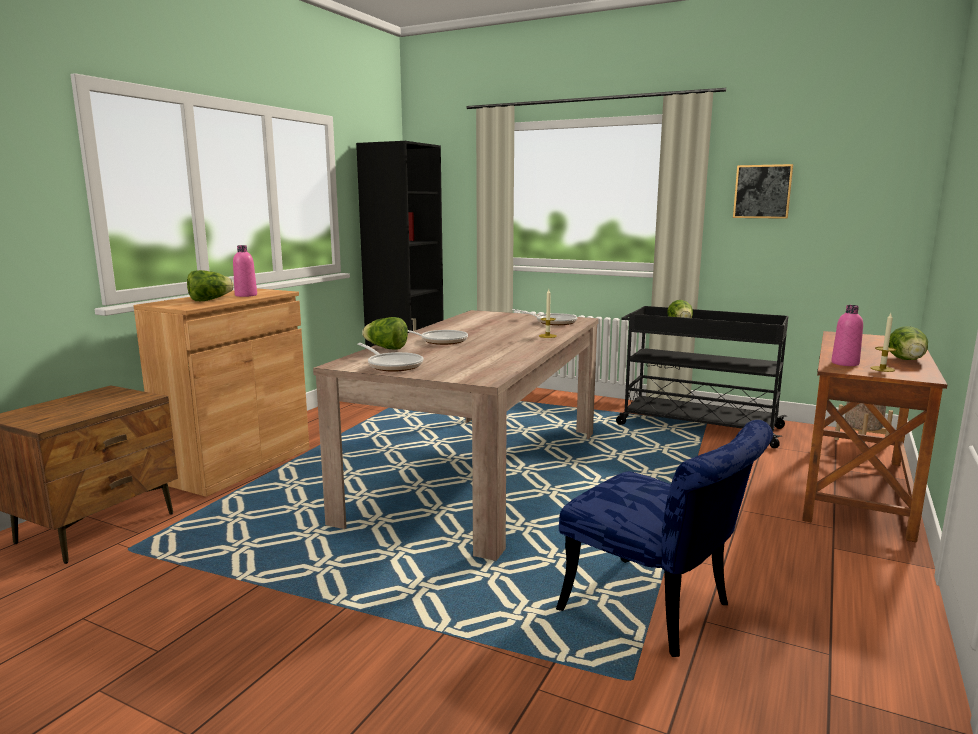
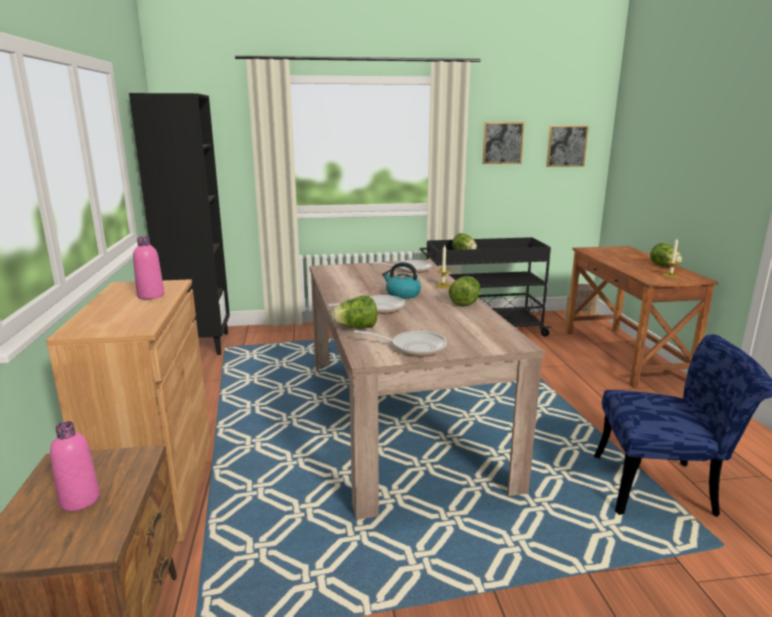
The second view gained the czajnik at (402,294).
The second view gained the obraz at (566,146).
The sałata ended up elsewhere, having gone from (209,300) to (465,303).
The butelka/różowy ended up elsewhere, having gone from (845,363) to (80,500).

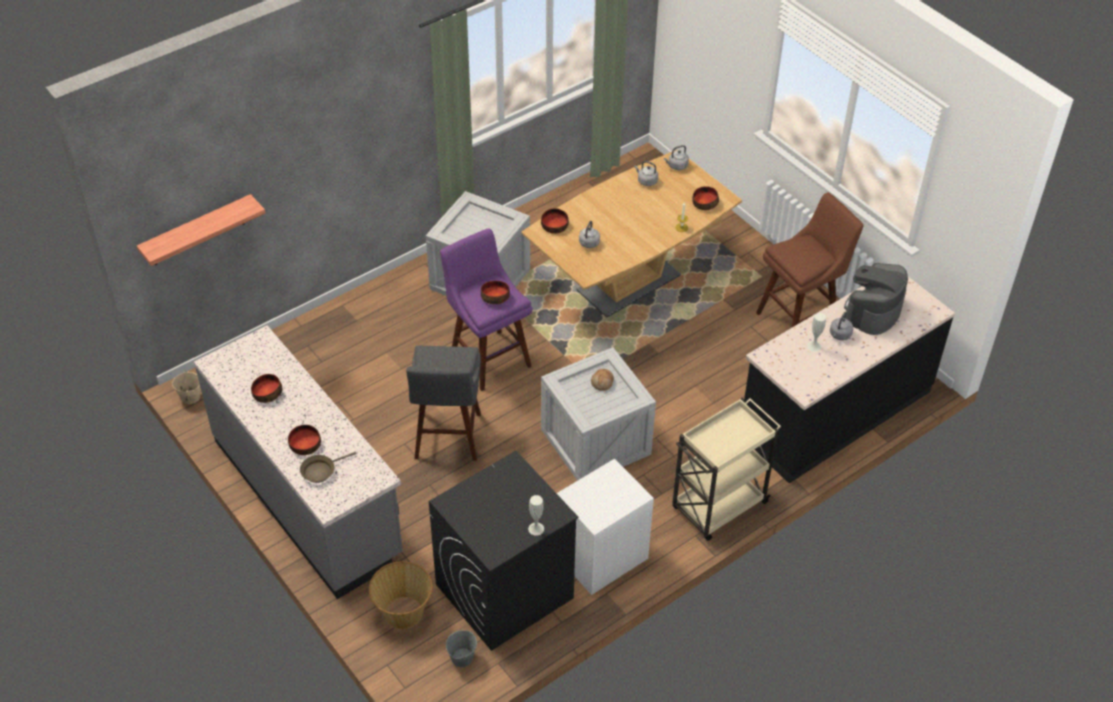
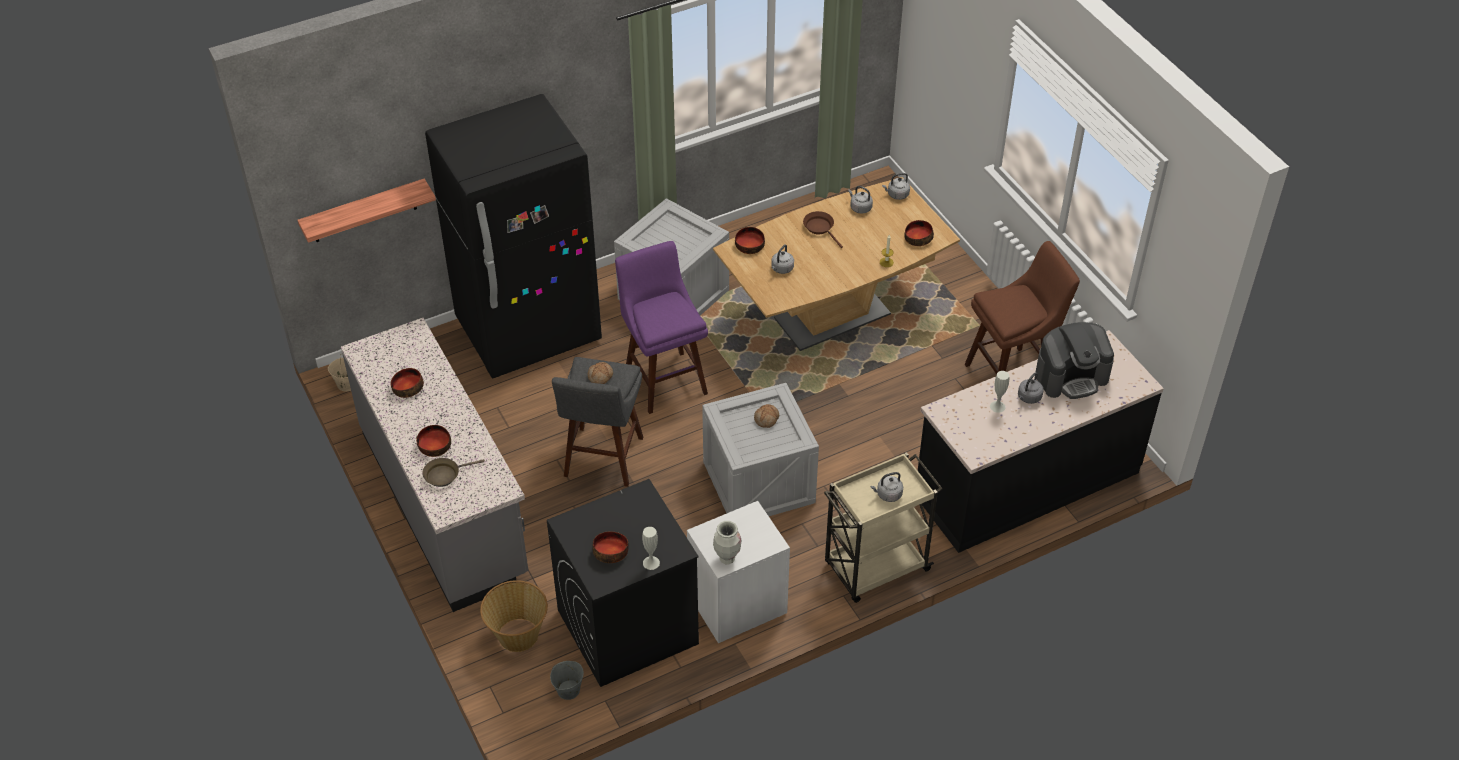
The second view gained the lodówka/czarny at (529,331).
The second view gained the chleb at (601,376).
The second view gained the wazon at (727,558).
The second view gained the patelnia/brązowy at (820,228).
The second view gained the czajnik/szary at (888,494).
The miska ended up elsewhere, having gone from (495,297) to (611,552).
The ekspres do kawy at (872,311) ended up facing another way, 150 degrees counterclockwise from before.

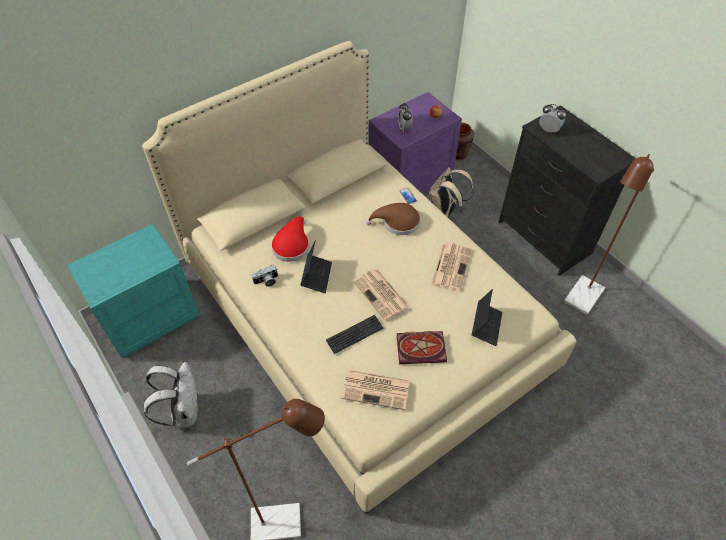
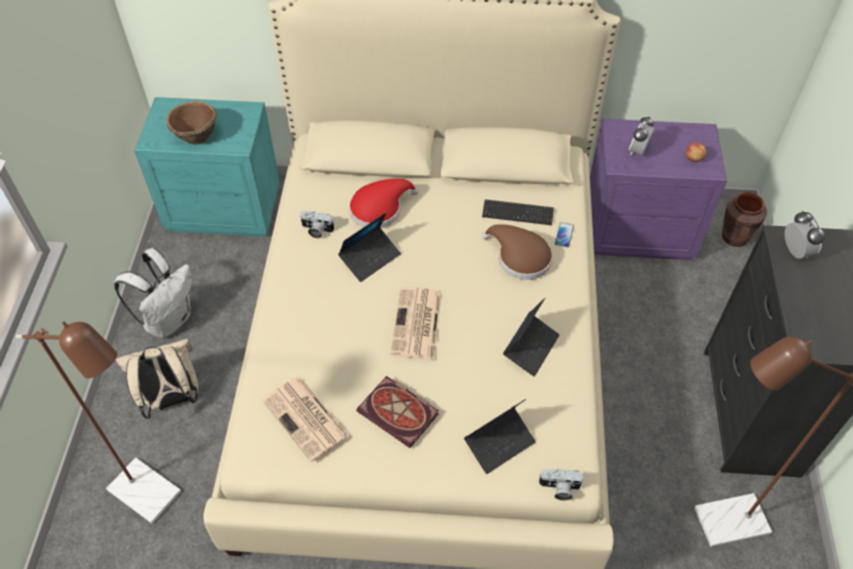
The second view gained the miska/brązowy at (196,137).
The second view gained the aparat fotograficzny at (559,489).
The klawiatura ended up elsewhere, having gone from (354,335) to (517,213).
The plecak/beżowy ended up elsewhere, having gone from (444,214) to (172,399).
Where the gazeta stood at (451,266), the laptop came to stand at (530,347).

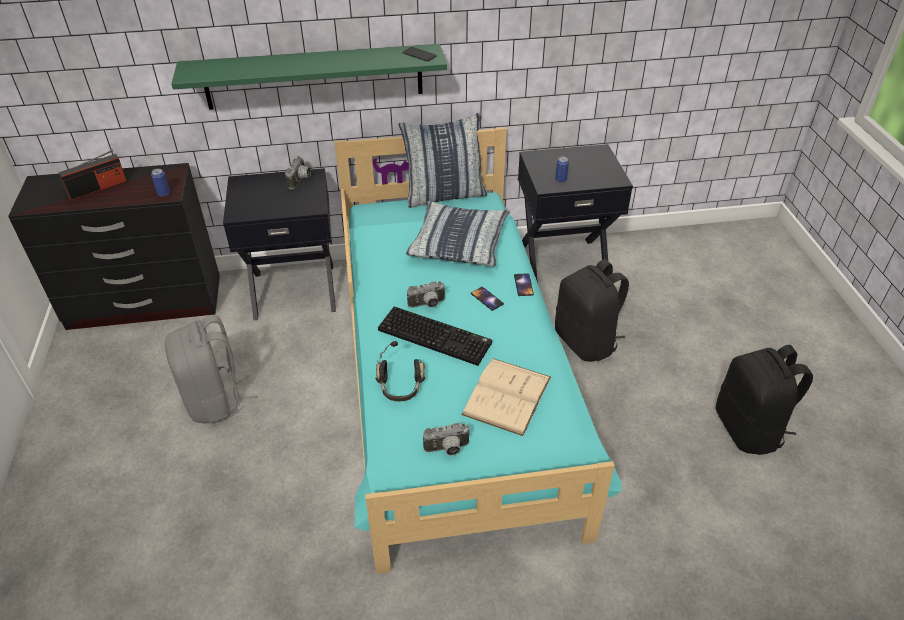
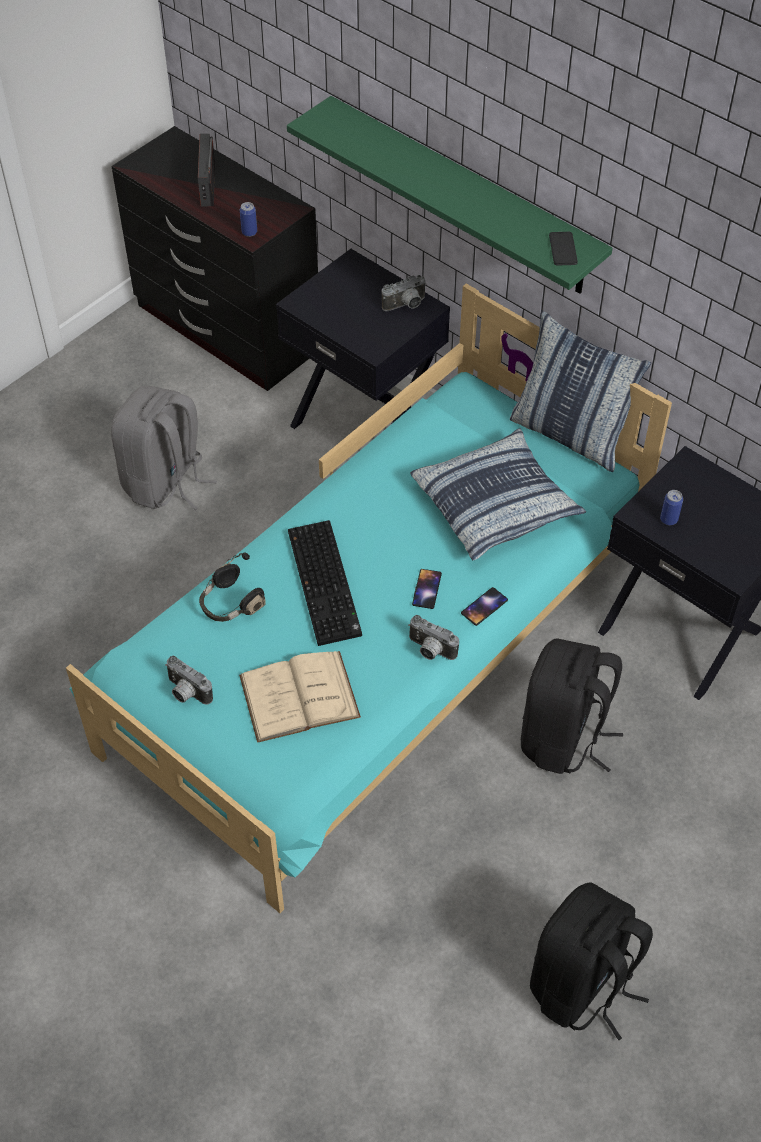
The aparat fotograficzny ended up elsewhere, having gone from (427,305) to (430,650).
The radio at (97,188) ended up facing another way, 75 degrees clockwise from before.

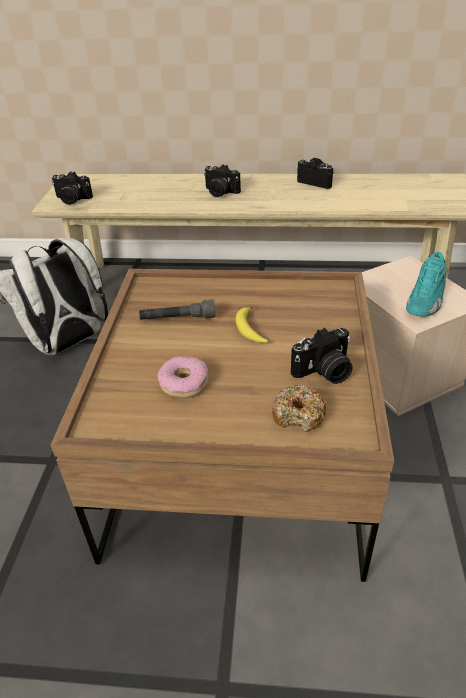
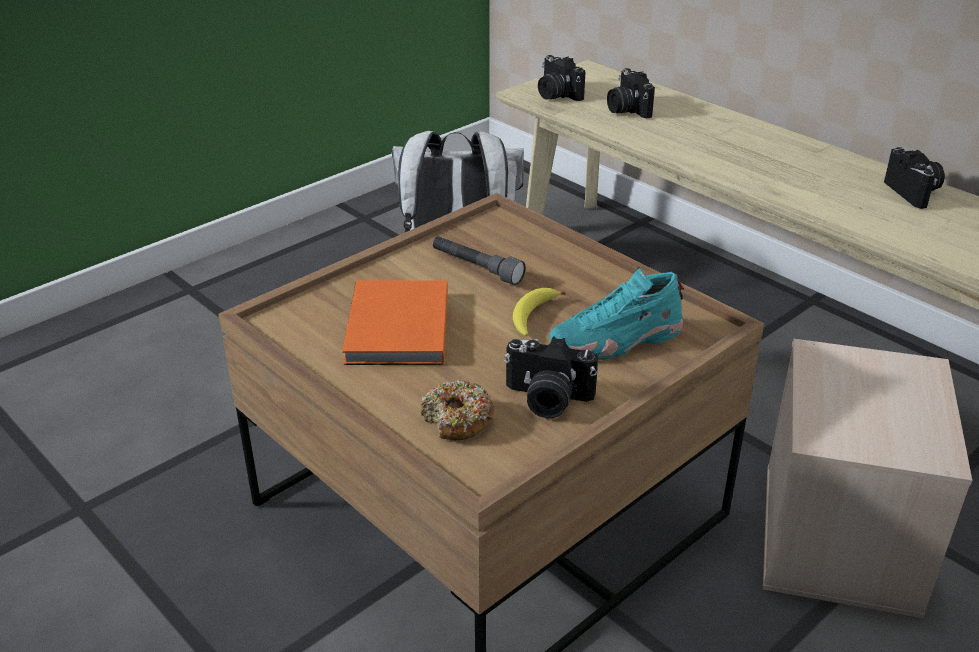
The aparat fotograficzny ended up elsewhere, having gone from (220,192) to (626,109).
The but/turkusowy ended up elsewhere, having gone from (426,299) to (617,340).
Where the donut stood at (184,383), the książka/pomarańczowy came to stand at (395,329).

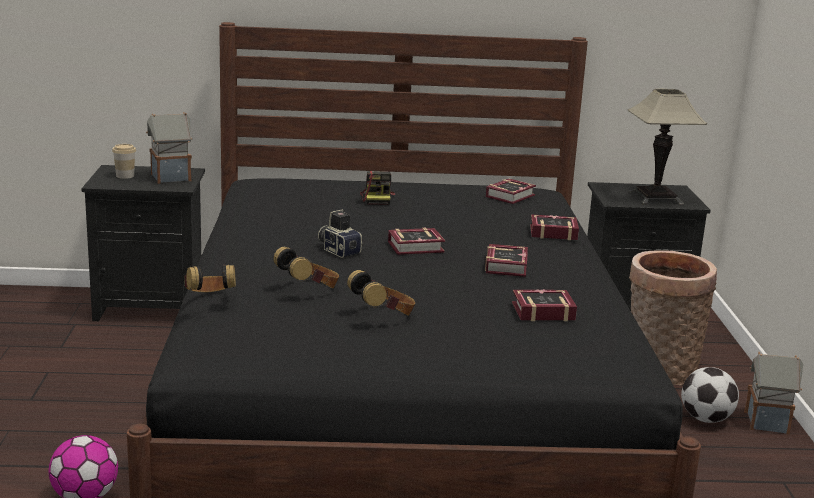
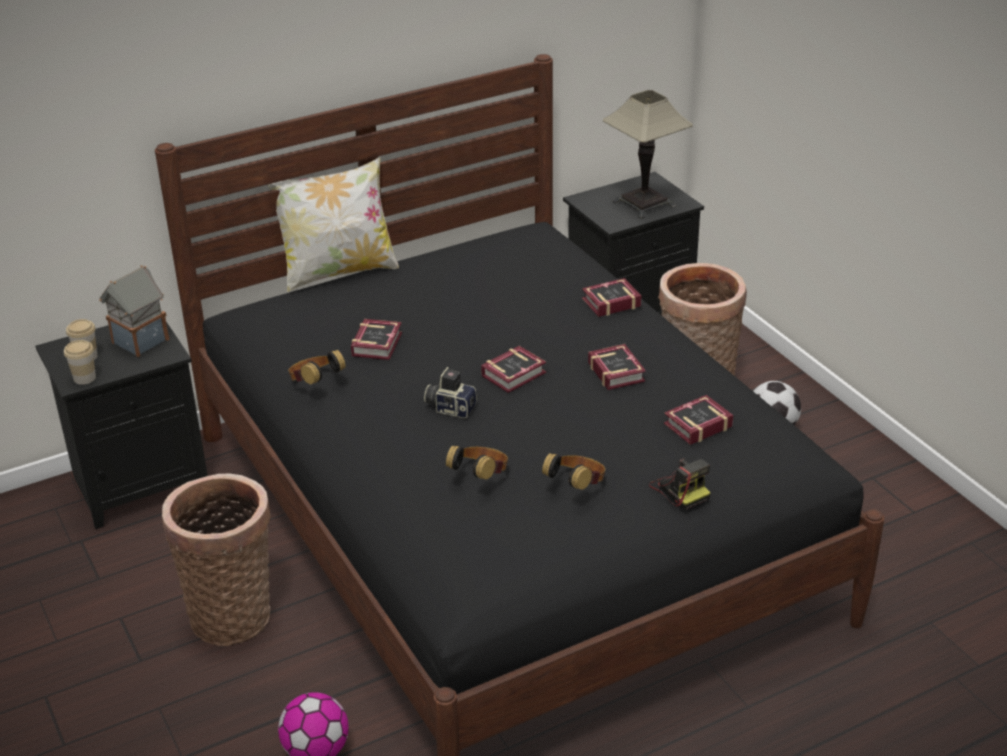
The second view lost the domek at (767,422).
The second view gained the filiżanka at (84,378).
The second view gained the koszyk at (233,613).
The second view gained the poduszka at (338,271).
The słuchawki ended up elsewhere, having gone from (210,301) to (316,384).
The aparat fotograficzny ended up elsewhere, having gone from (377,198) to (680,489).
The książka ended up elsewhere, having gone from (512,196) to (379,343).

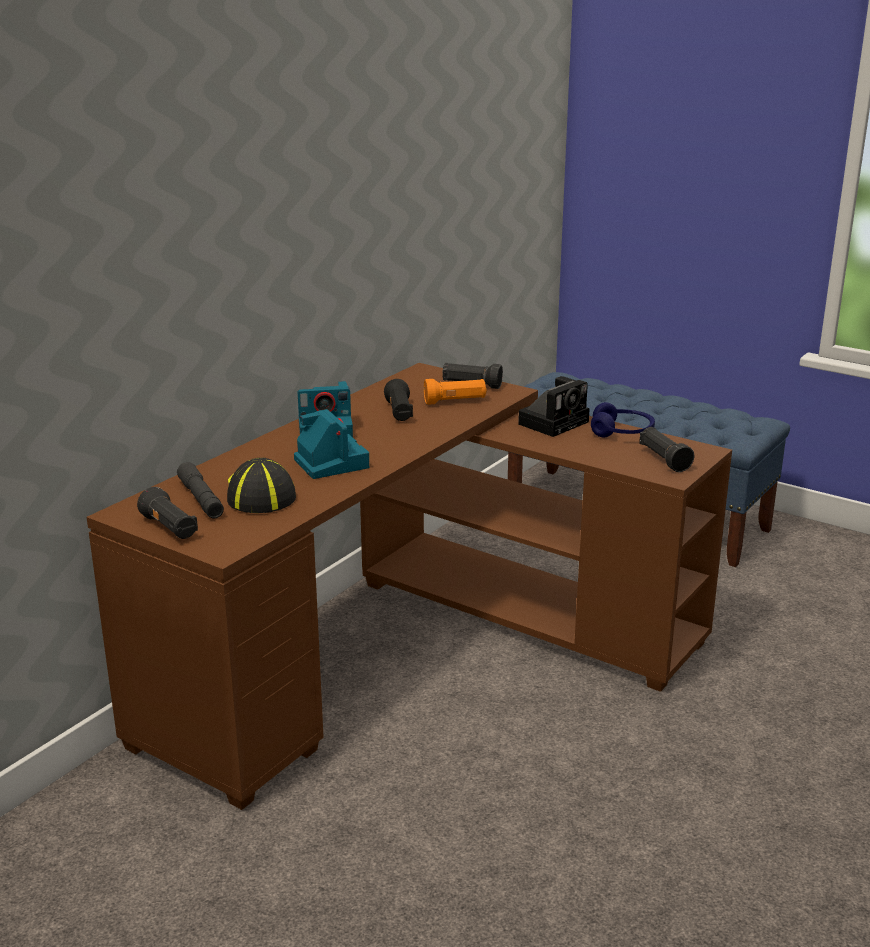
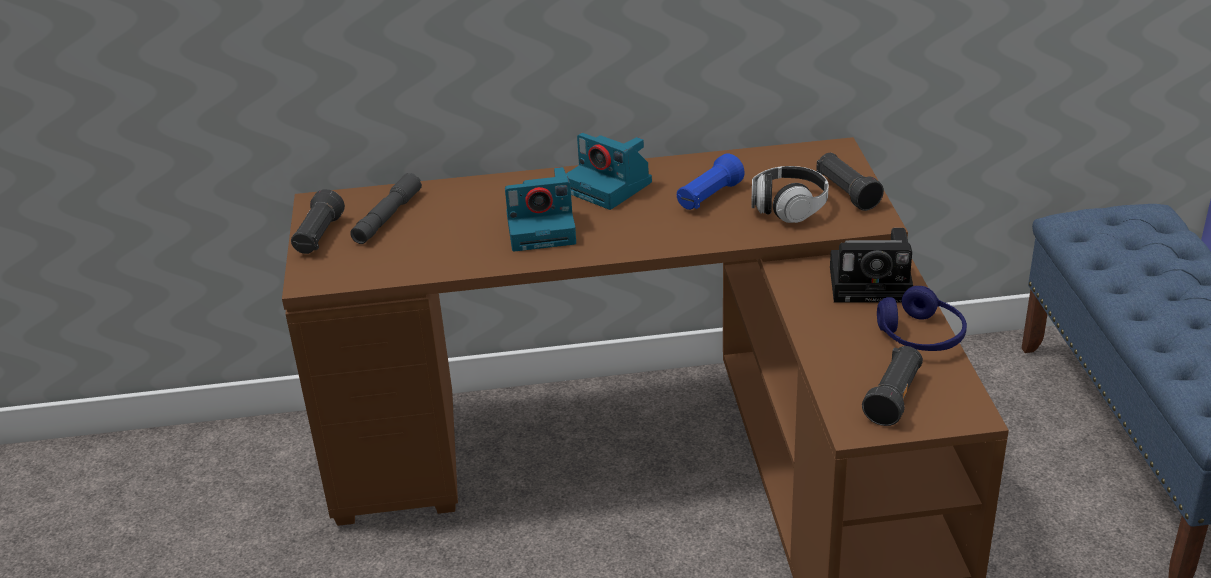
The second view lost the czapka z daszkiem at (259,493).
Where the latarka/pomarańczowy stood at (455,401), the słuchawki came to stand at (788,207).
What was the latarka/czarny at (399,413) turned into the latarka/niebieski at (708,197).
The aparat fotograficzny at (330,463) ended up facing another way, 60 degrees clockwise from before.

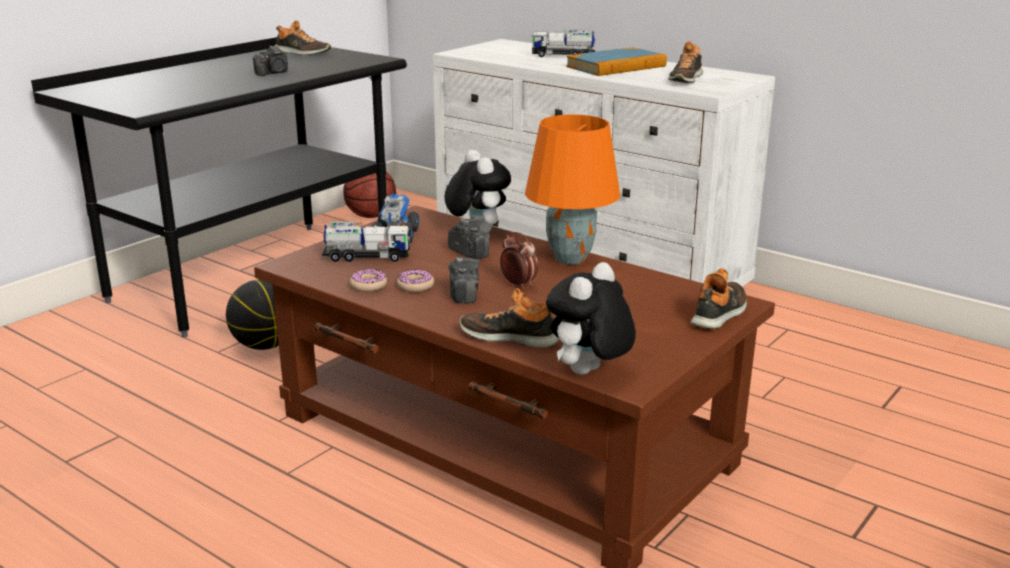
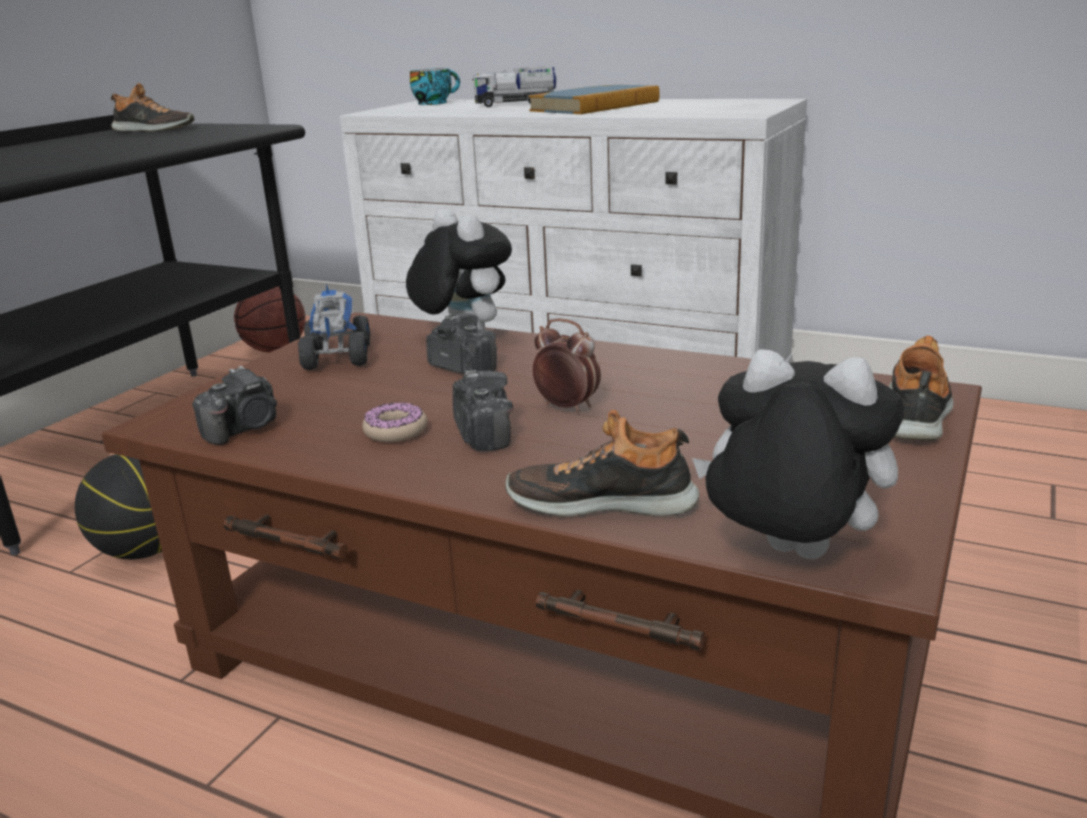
The second view lost the ciężarówka zabawkowa at (367,257).
The second view lost the donut at (368,286).
The second view lost the lampa stołowa/pomarańczowy at (569,259).
The second view lost the but at (685,79).
The second view gained the filiżanka at (434,103).
The aparat fotograficzny ended up elsewhere, having gone from (273,73) to (244,429).
The pluszak at (588,373) ended up facing another way, 90 degrees clockwise from before.

